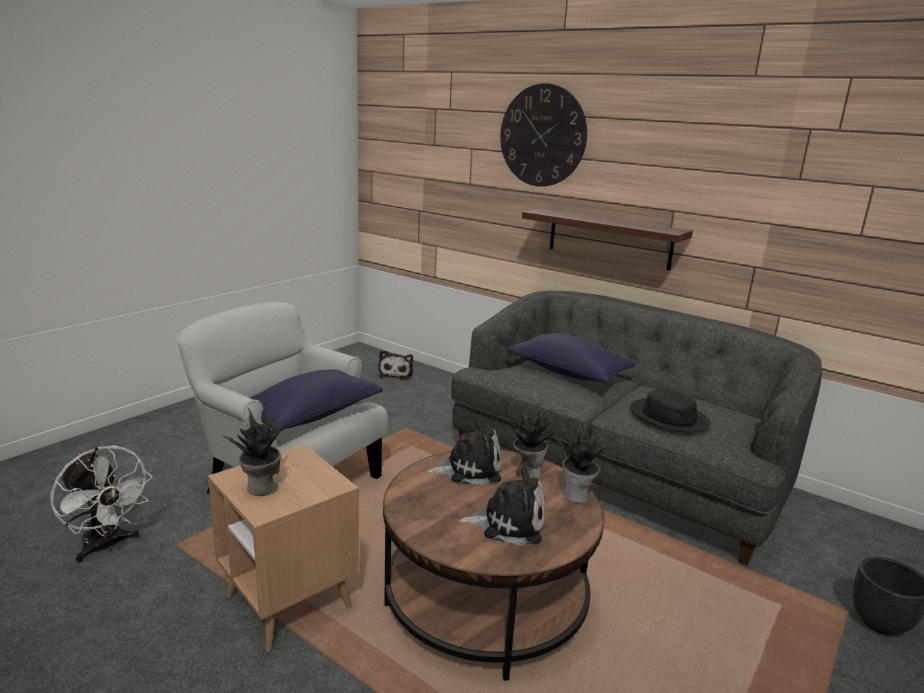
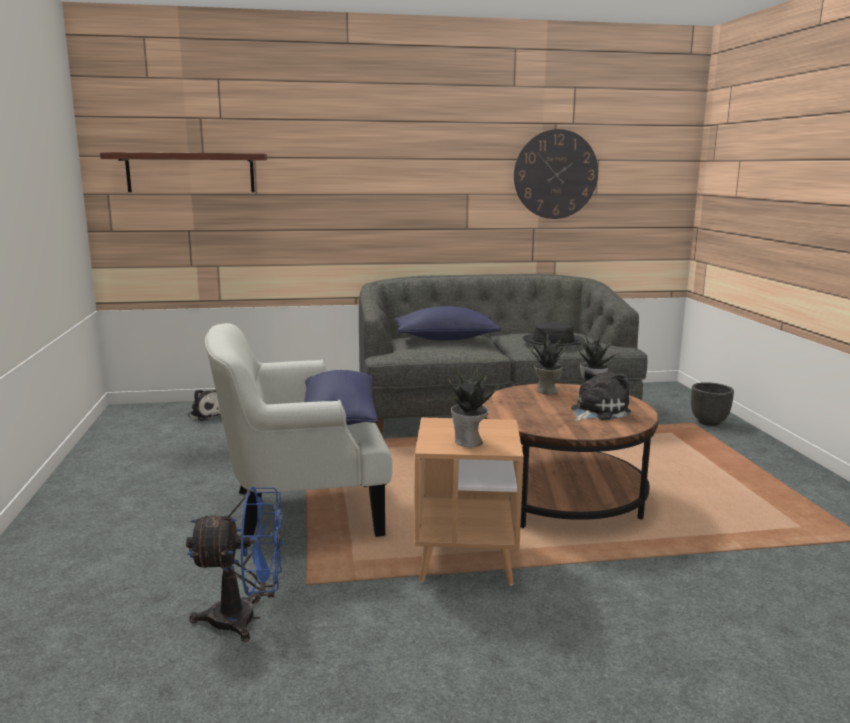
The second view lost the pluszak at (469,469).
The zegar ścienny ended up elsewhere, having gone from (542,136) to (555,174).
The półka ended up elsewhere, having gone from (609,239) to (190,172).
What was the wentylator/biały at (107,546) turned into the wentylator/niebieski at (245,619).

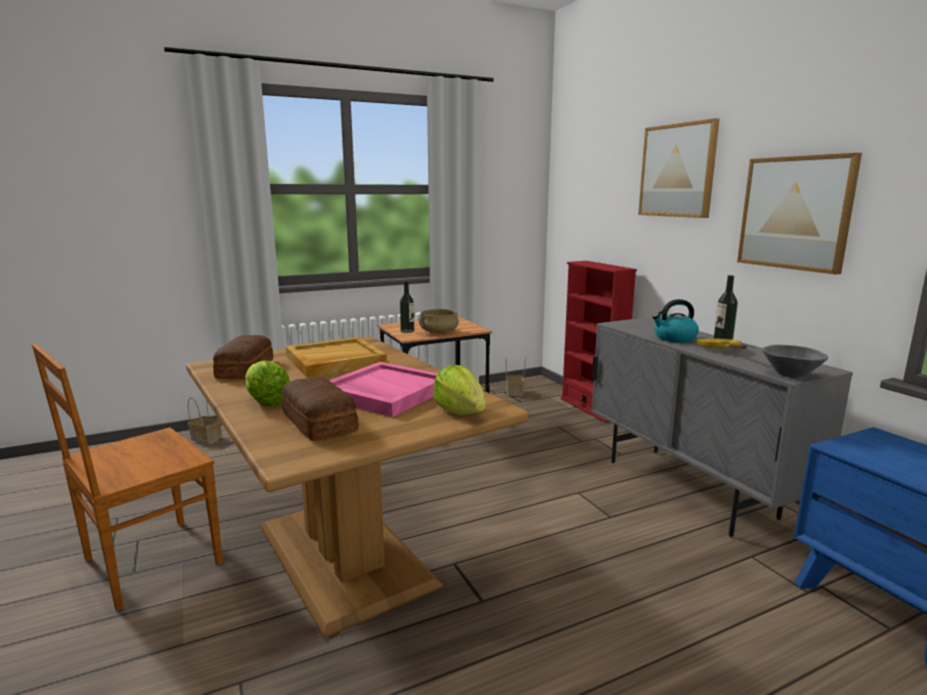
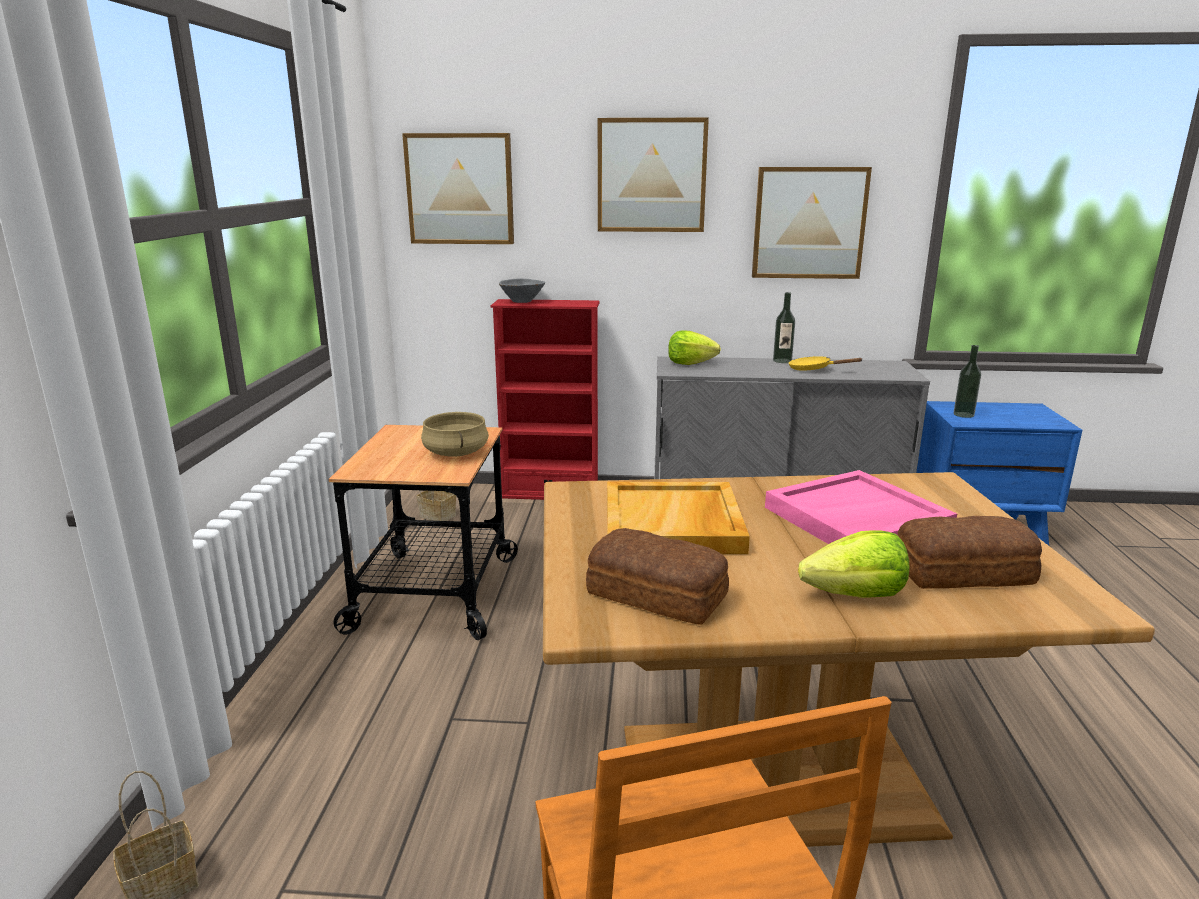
The second view lost the czajnik at (674,338).
The second view gained the obraz at (460,189).
The butelka ended up elsewhere, having gone from (407,331) to (963,414).
The sałata ended up elsewhere, having gone from (461,412) to (690,363).
The miska/szary ended up elsewhere, having gone from (790,375) to (522,301).

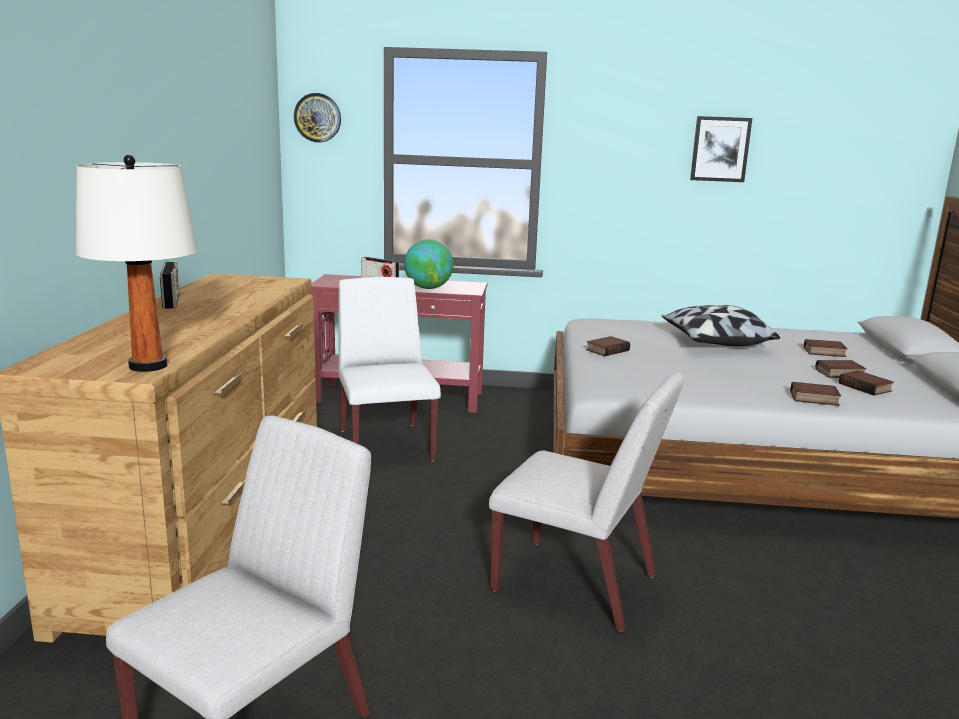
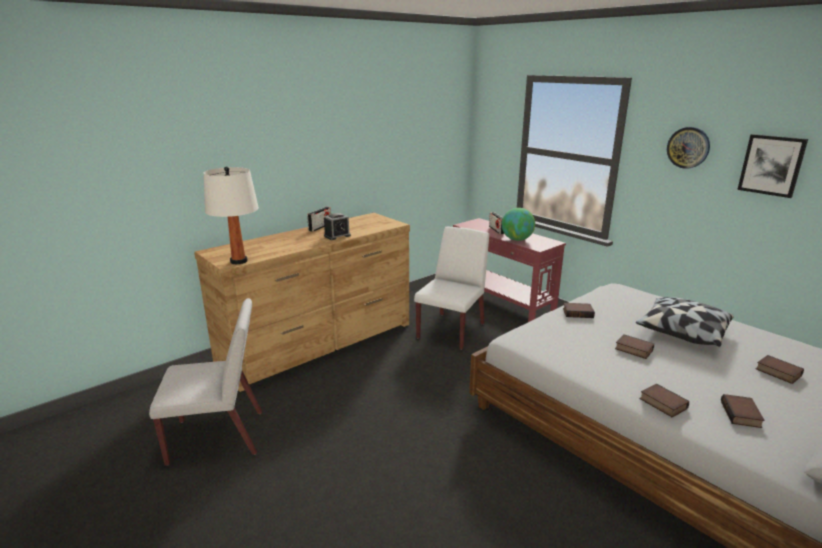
The second view lost the krzesło/biały at (577,584).
The second view gained the budzik at (337,236).
The zegar ścienny ended up elsewhere, having gone from (317,117) to (688,147).
The książka ended up elsewhere, having gone from (839,373) to (633,350).

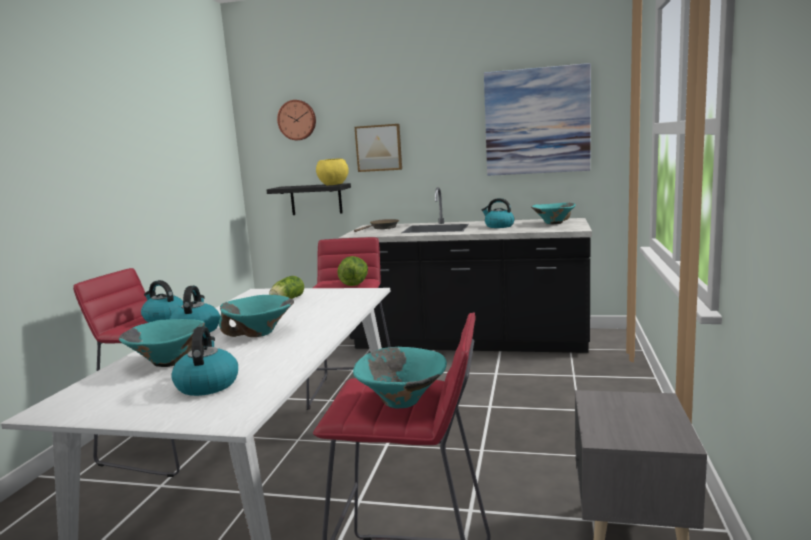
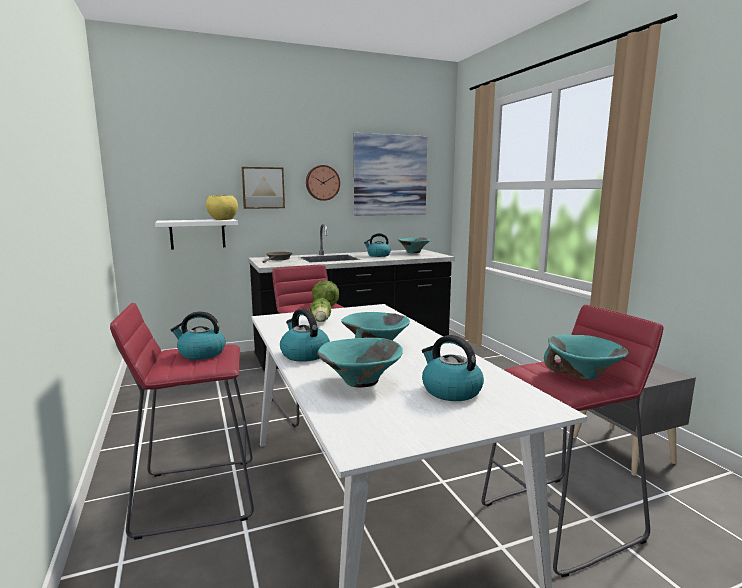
The zegar ścienny ended up elsewhere, having gone from (297,120) to (322,183).
What was the półka/czarny at (316,199) turned into the półka/biały at (197,234).

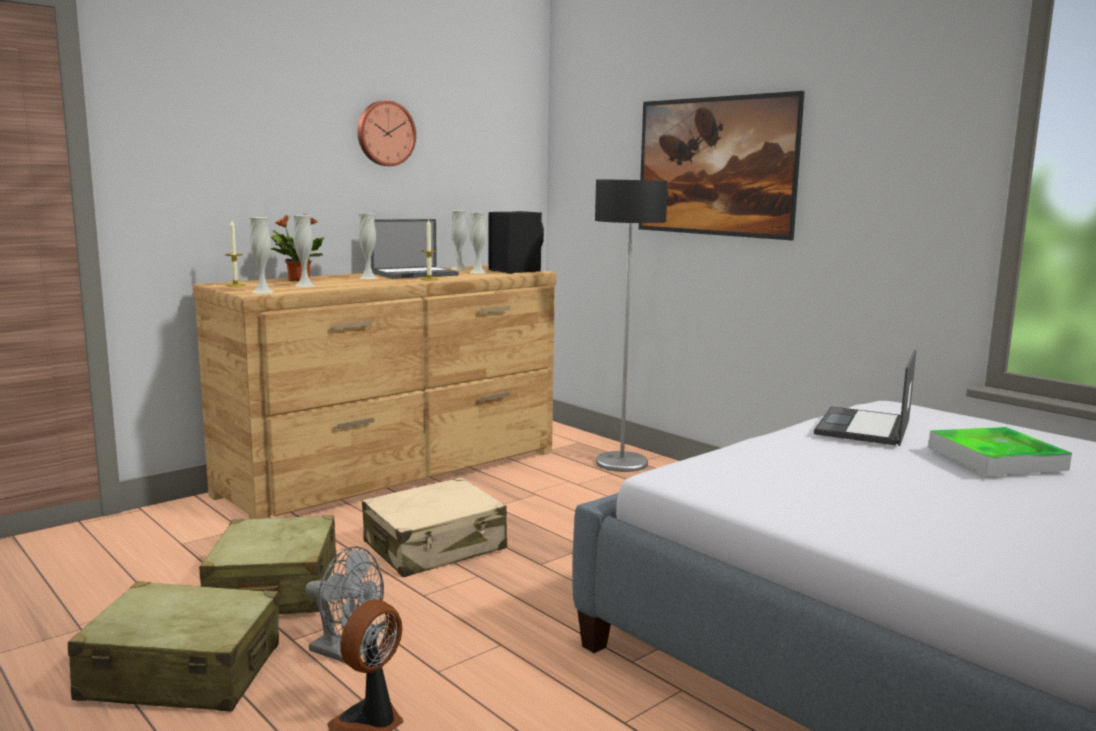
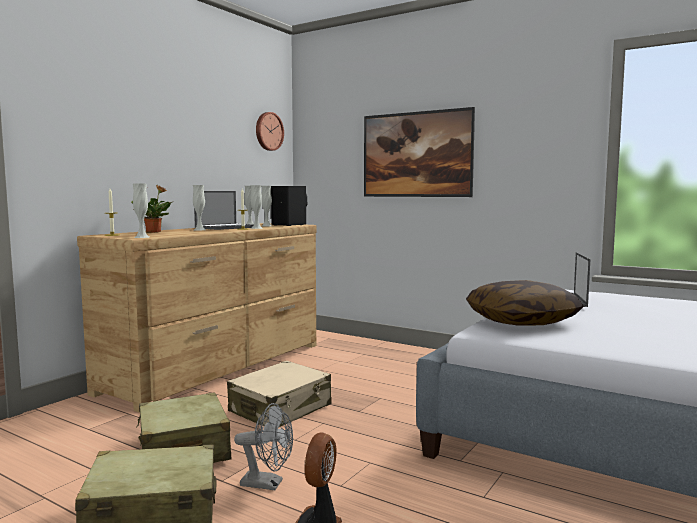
The second view lost the lampa stojąca at (622,463).
The second view lost the taca at (996,458).
The second view gained the poduszka at (521,321).
The wazon/biały ended up elsewhere, having gone from (305,285) to (256,228).
The zegar ścienny ended up elsewhere, having gone from (385,133) to (268,131).

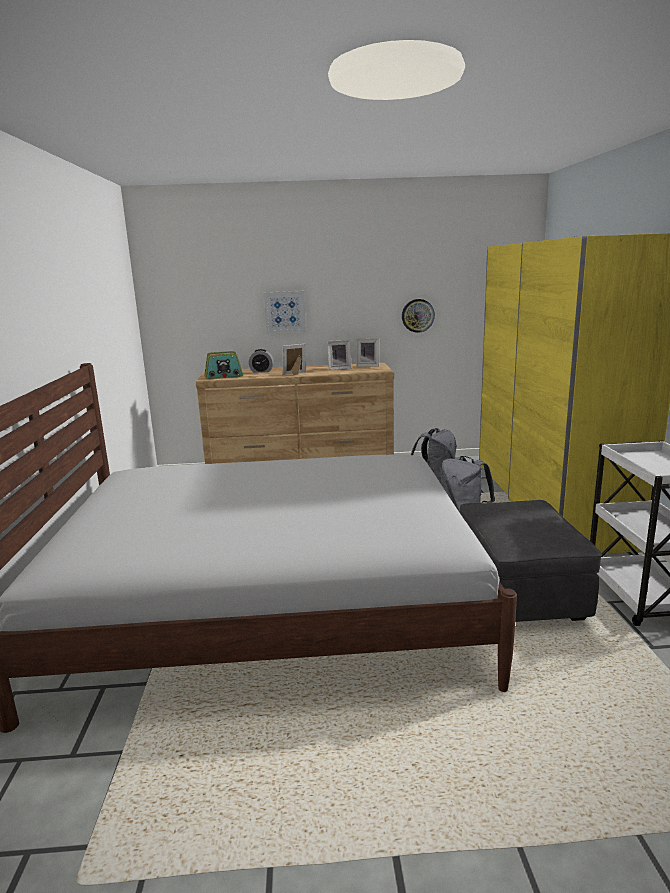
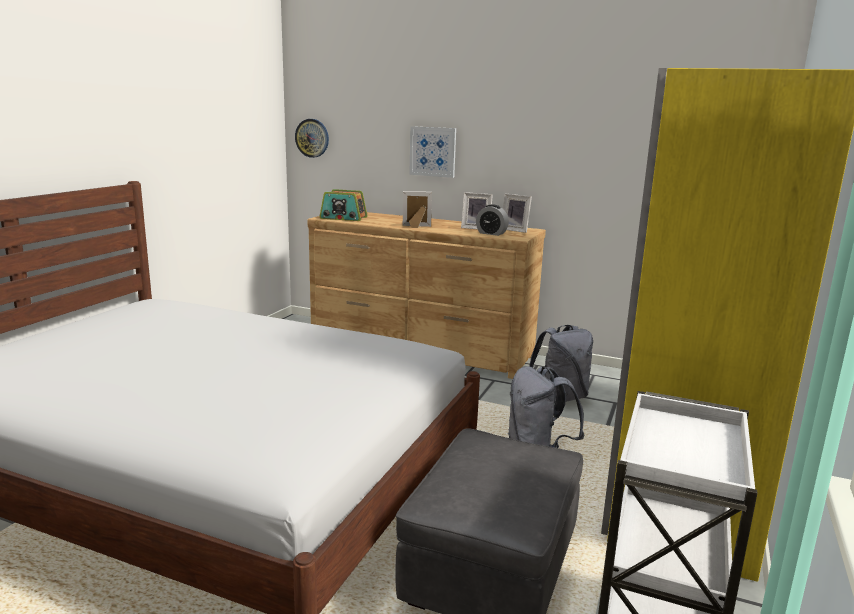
The budzik ended up elsewhere, having gone from (261,371) to (491,233).
The zegar ścienny ended up elsewhere, having gone from (417,315) to (312,138).

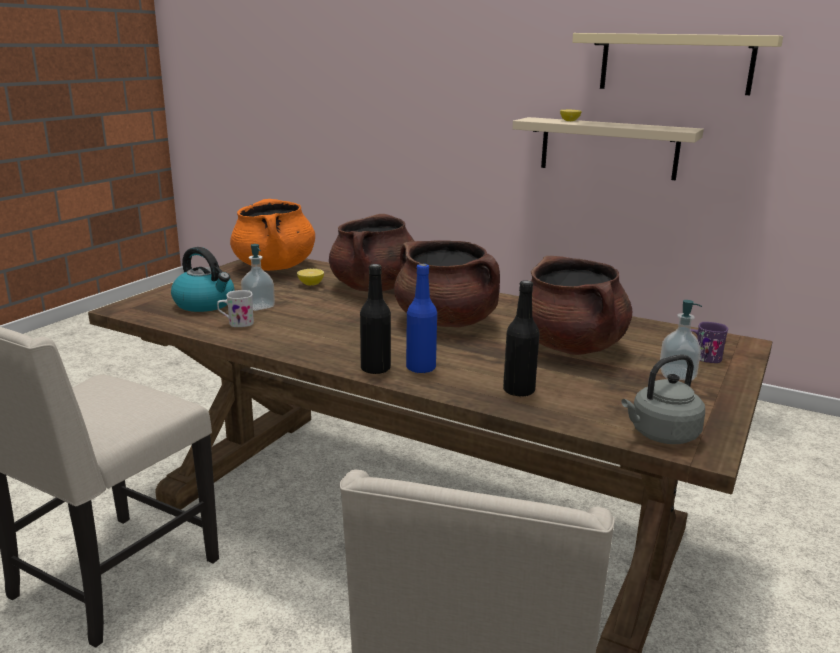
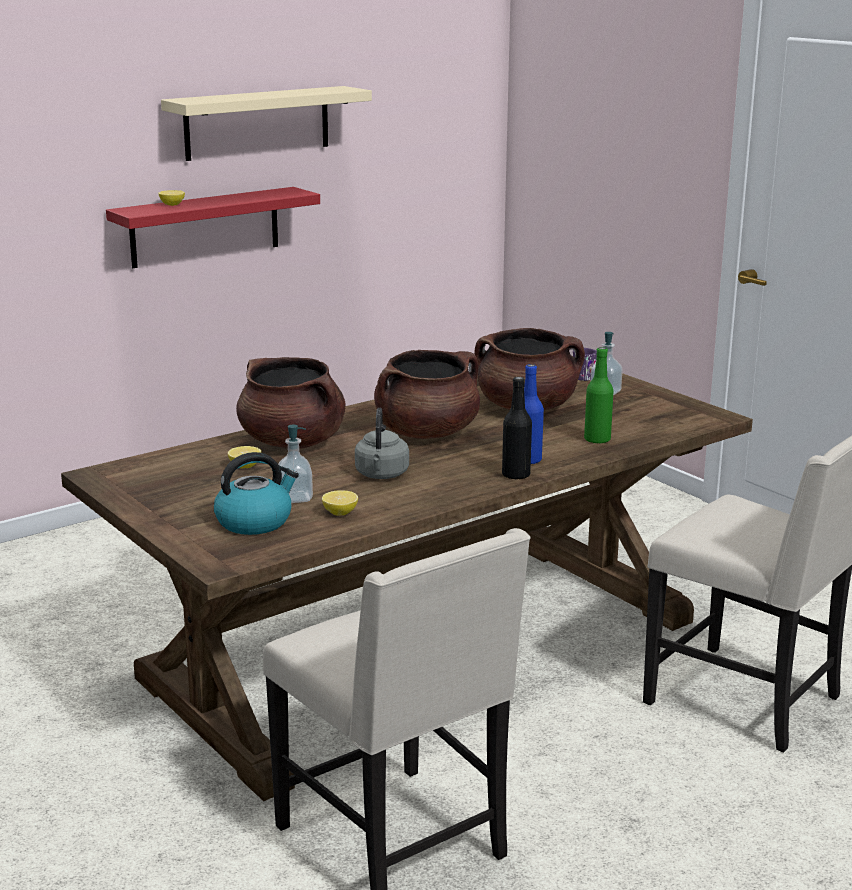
The second view lost the garnek/pomarańczowy at (275,267).
The czajnik/szary ended up elsewhere, having gone from (661,435) to (381,475).
Where the kubek/biały stood at (236,323), the cytryna came to stand at (340,513).
What was the butelka/czarny at (518,391) turned into the butelka/zielony at (597,440).
What was the półka/beżowy at (608,148) turned into the półka/czerwony at (205,227).

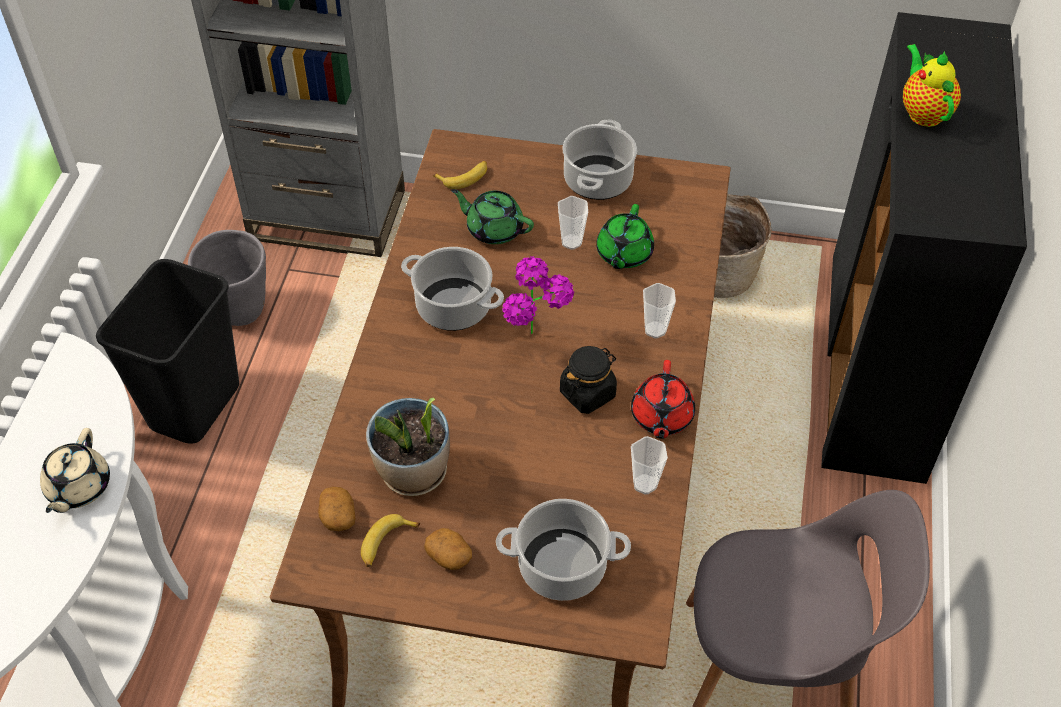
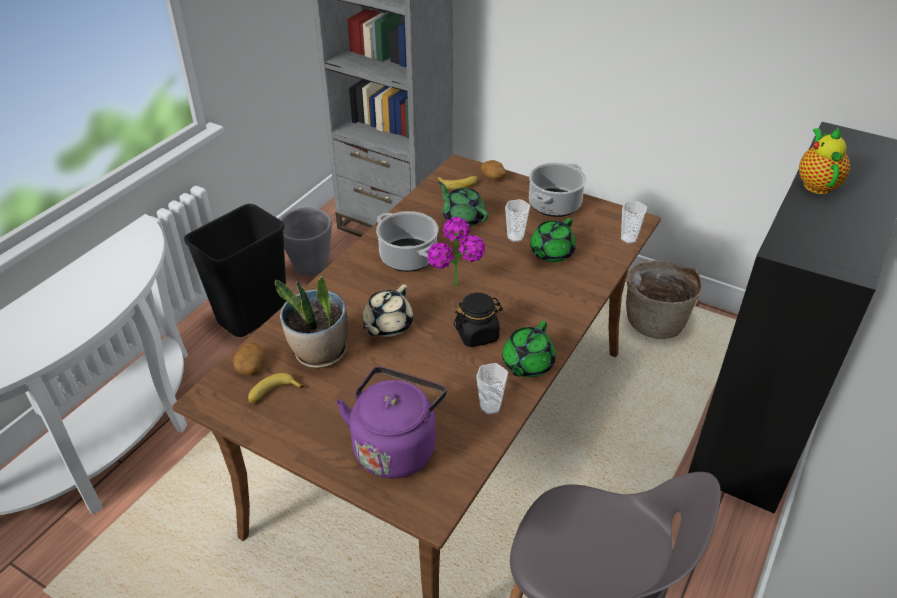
The imbryk/beżowy ended up elsewhere, having gone from (78,488) to (387,325).
The ziemniak ended up elsewhere, having gone from (449,556) to (493,177).
The filiżanka ended up elsewhere, having gone from (655,330) to (629,239).
Where the garnek stood at (563,566), the czajnik/fioletowy came to stand at (396,446).
What was the imbryk/czerwony at (661,417) turned into the imbryk/zielony at (527,364).

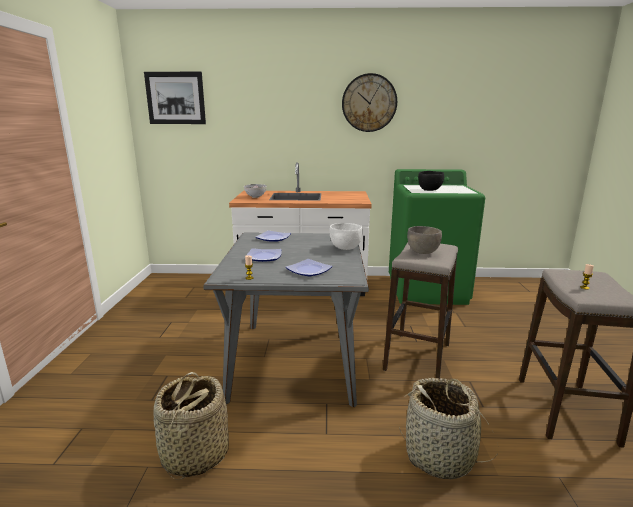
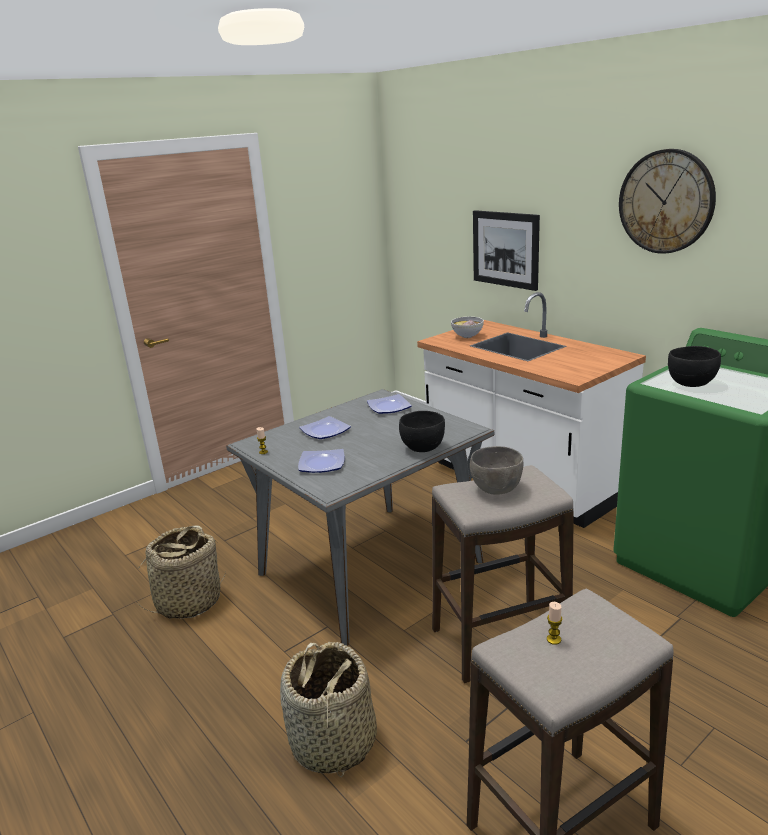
The obraz ended up elsewhere, having gone from (175,98) to (505,249).
What was the miska/biały at (345,248) turned into the miska/czarny at (422,448).

